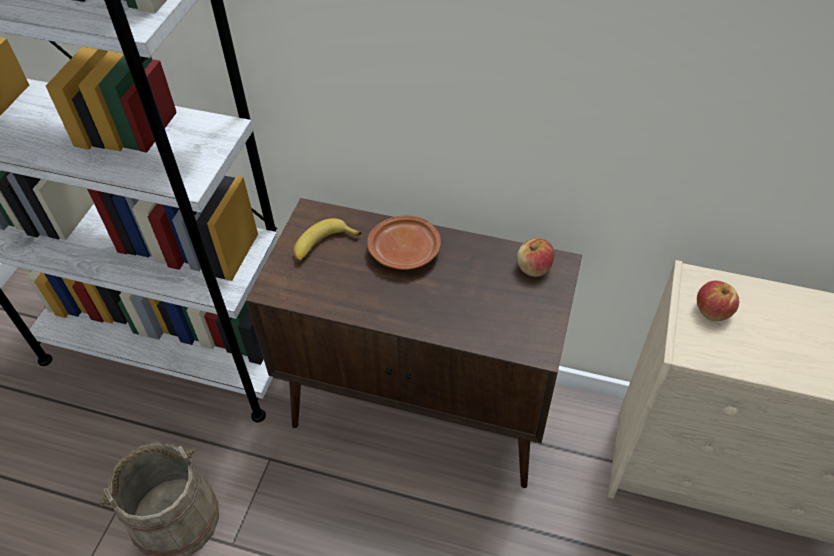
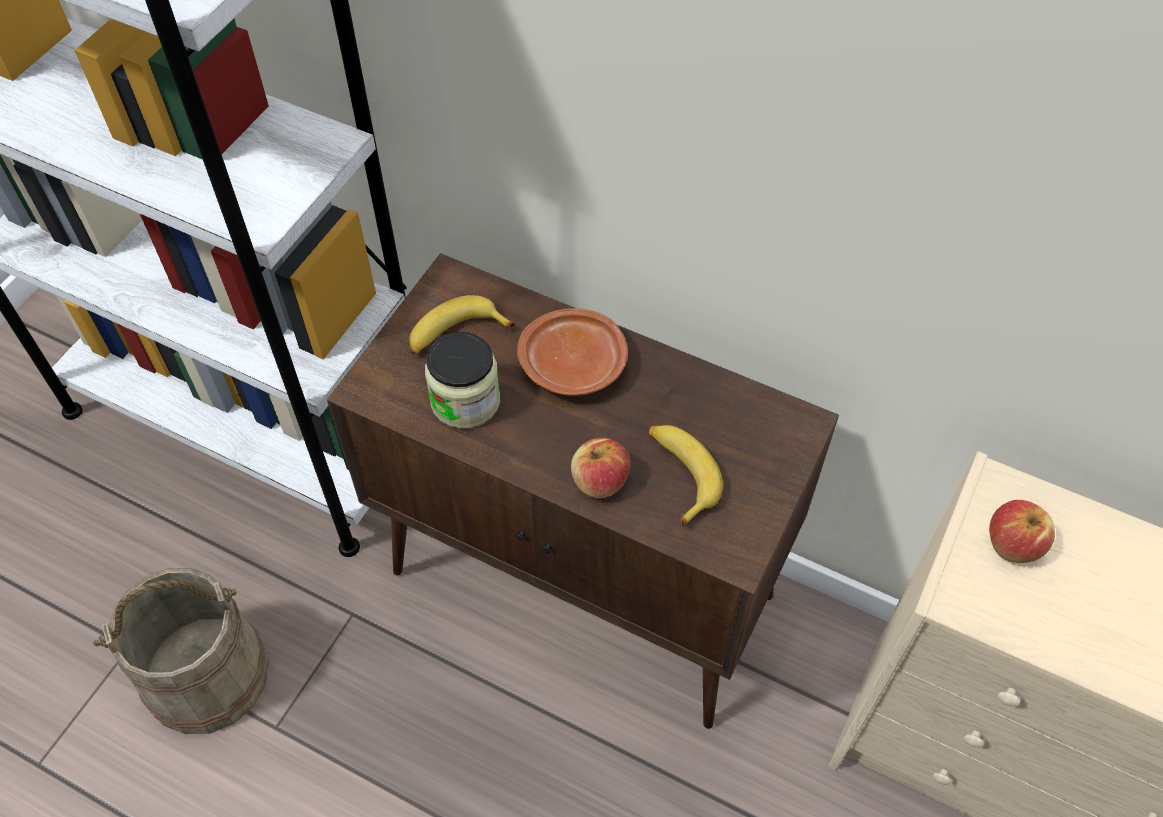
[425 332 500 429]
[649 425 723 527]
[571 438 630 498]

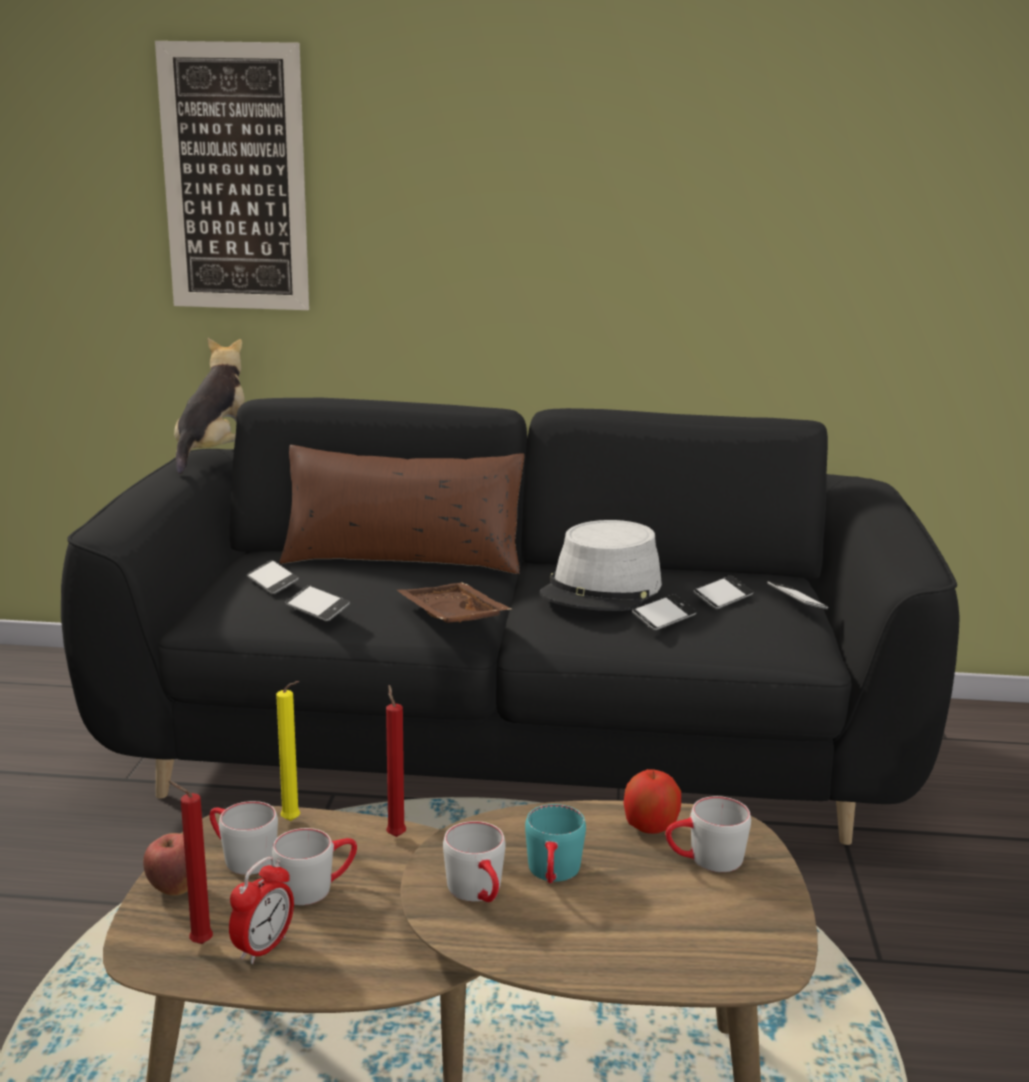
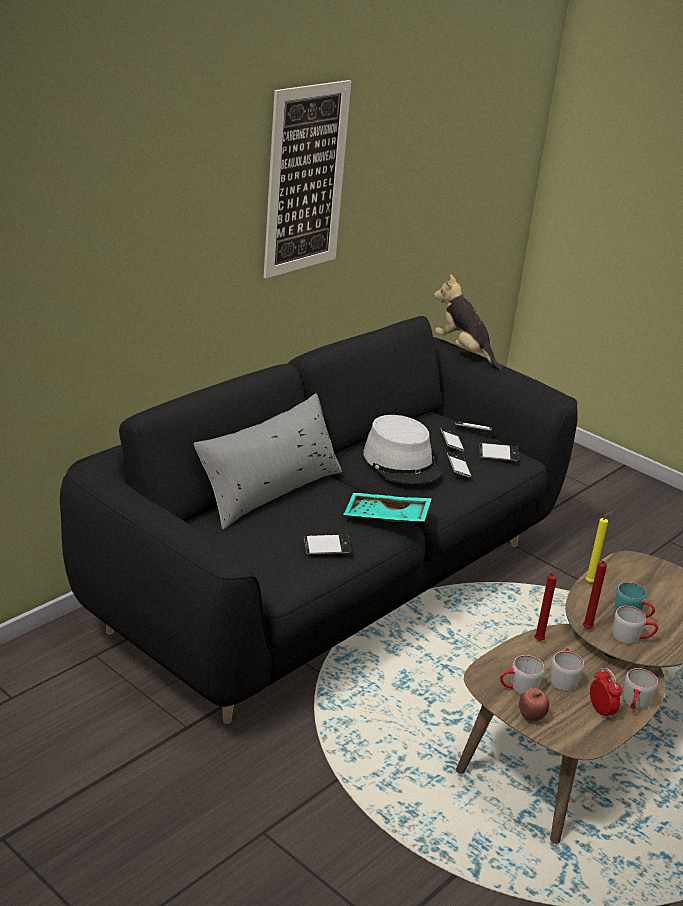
[623 769 681 834] (first image)
[264 80 351 278]
[583 560 607 629]
[434 274 502 370]
[480 443 519 461]
[585 511 612 583]
[623 668 658 709]
[194 393 342 529]
[343 493 432 522]

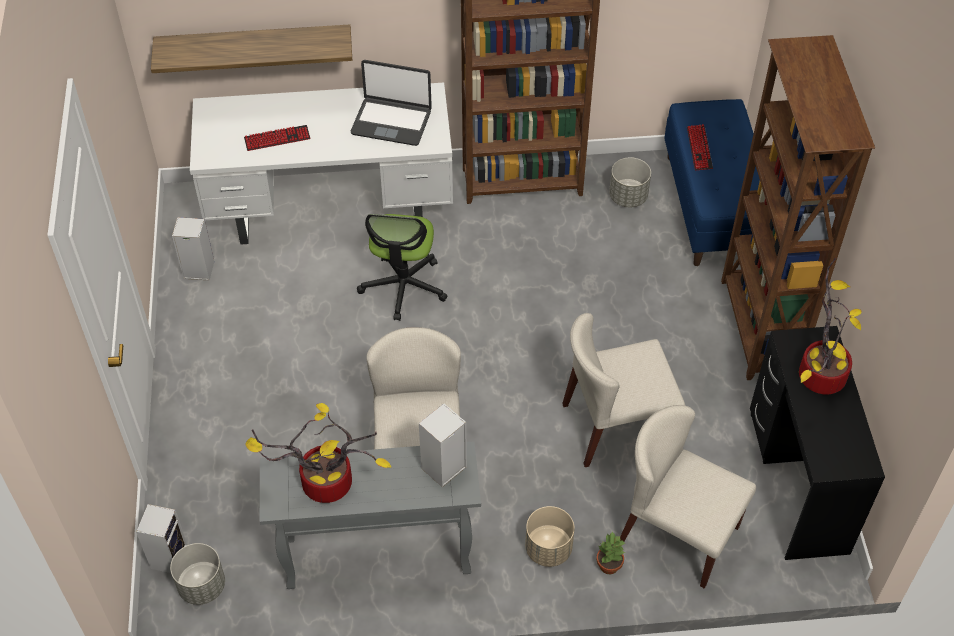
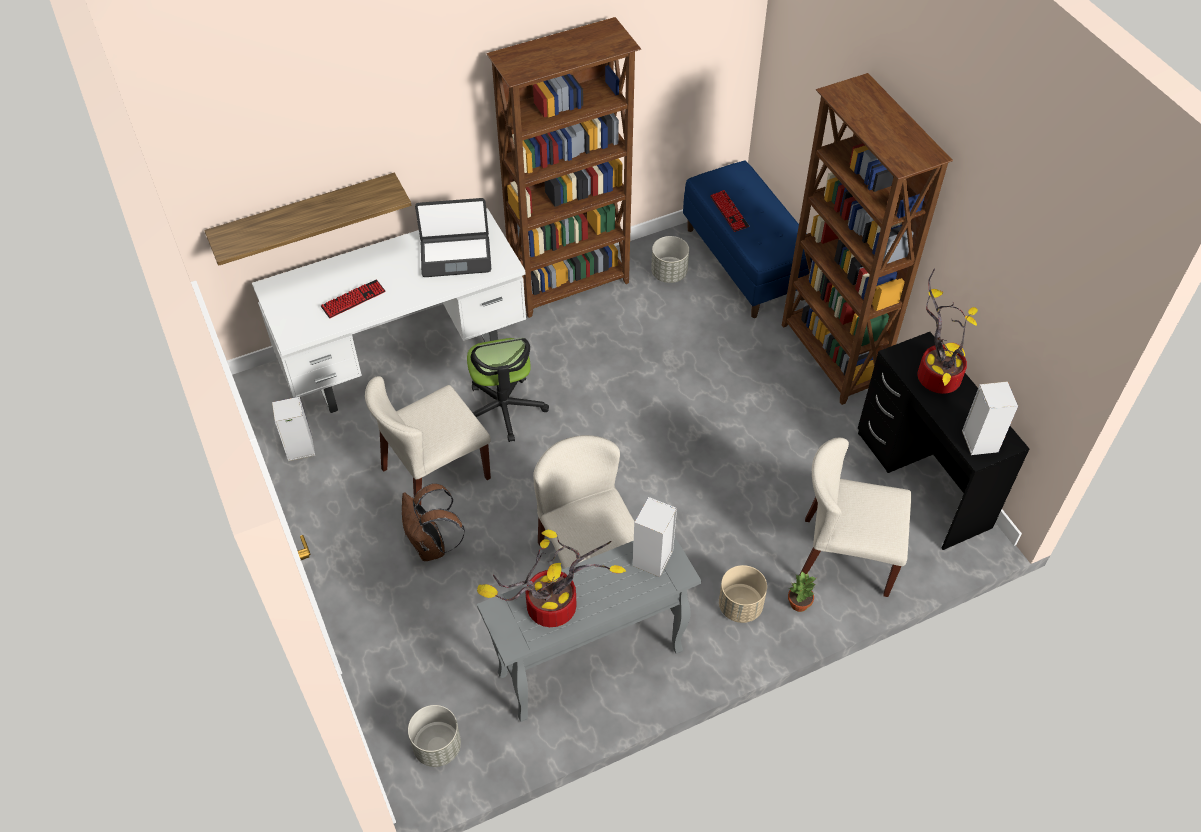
[402 483 465 561]
[962 381 1018 455]
[365 376 491 505]

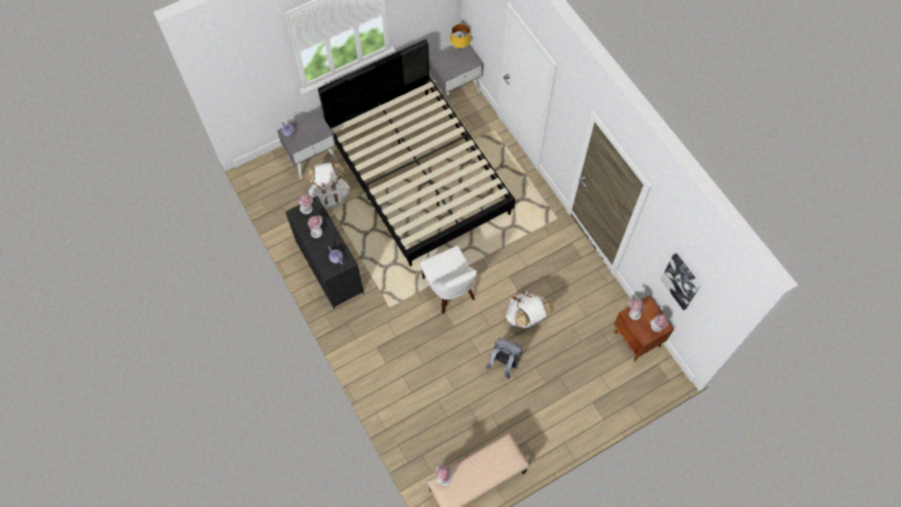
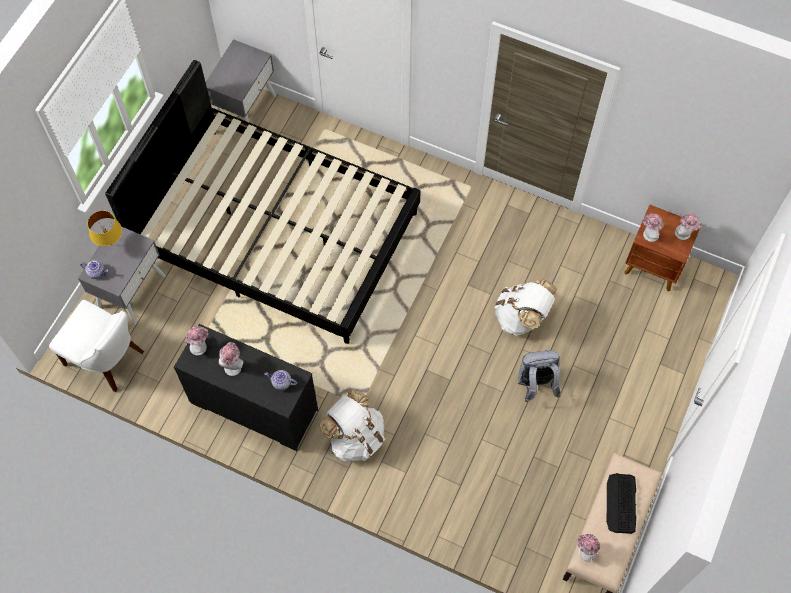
[660 253 701 310] (first image)
[606 473 636 534]
[320 390 385 462]
[49 300 144 392]
[88 210 122 246]

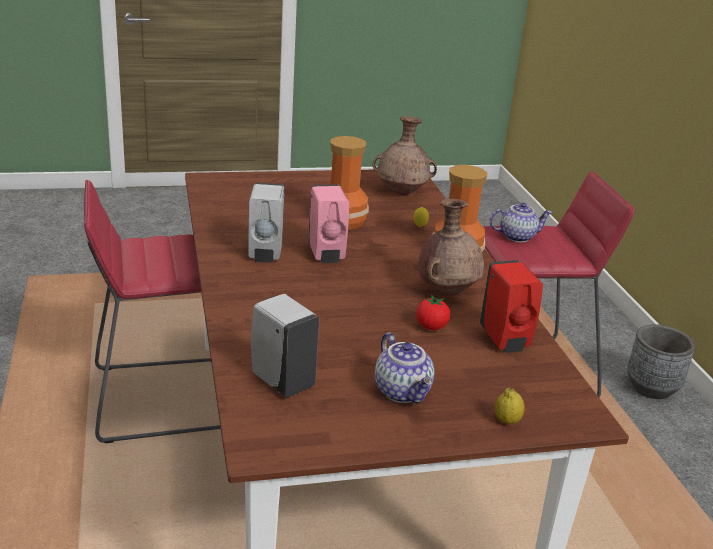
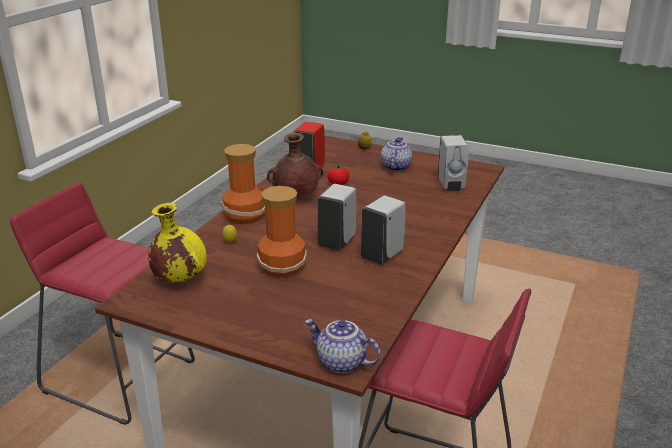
[627 324 695 399] (first image)
[305 319 381 373]
[317 184 357 250]
[148 203 207 282]

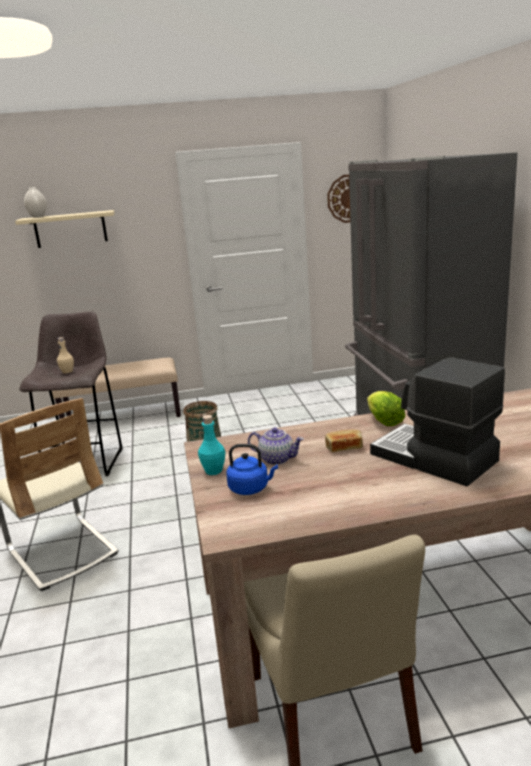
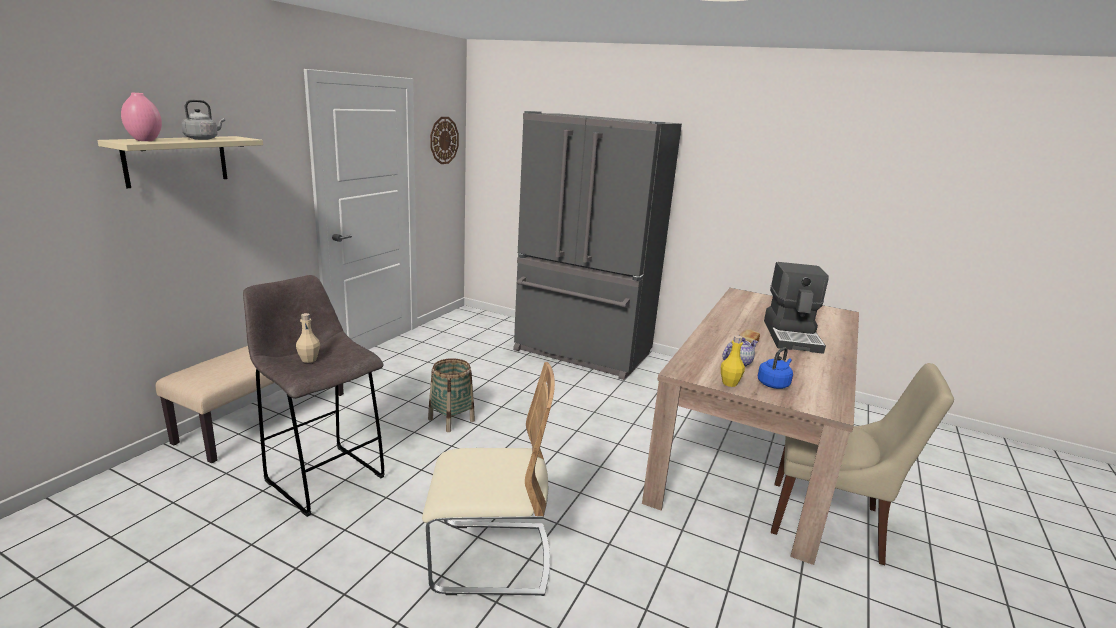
[367 391 406 426] (first image)
[182 100 225 140]
[121 93 162 141]
[721 335 745 387]
[764 262 829 354]

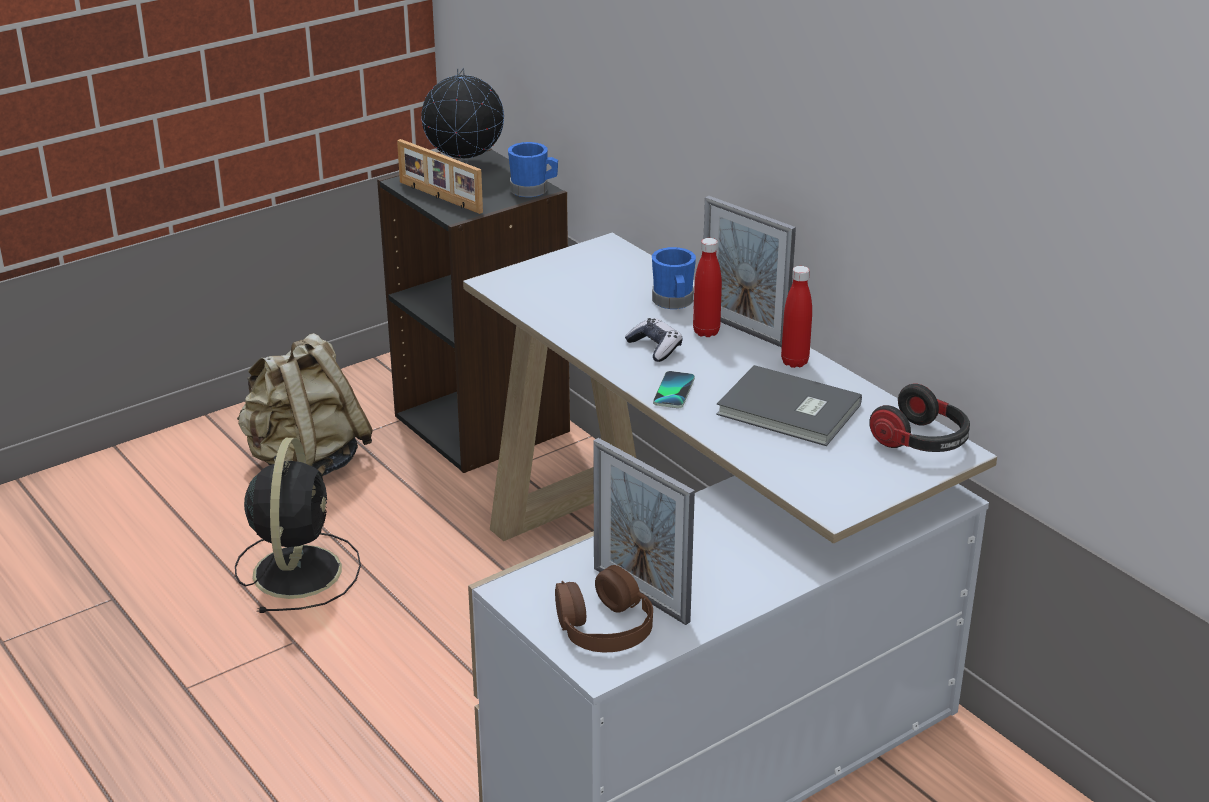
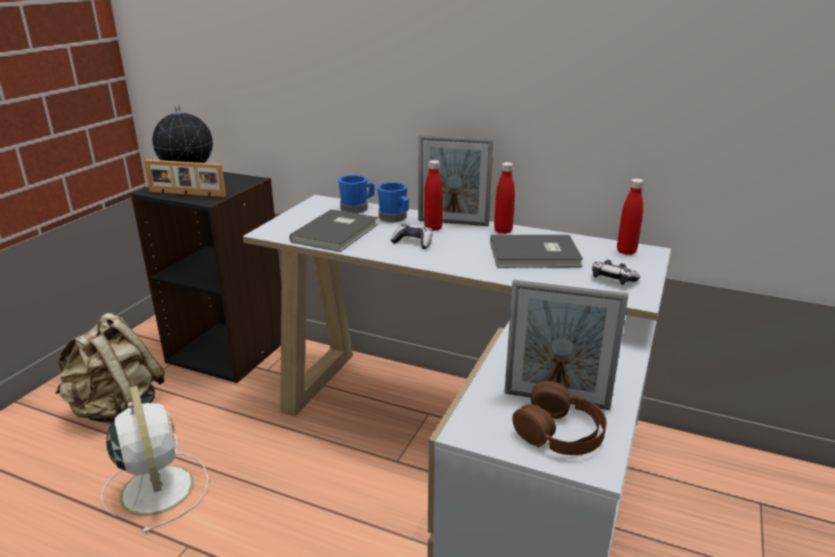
[653 371 695 408] (first image)
[289 209 378 252]
[592 260 640 285]
[338 175 375 214]
[617 179 644 255]
[101 386 209 533]

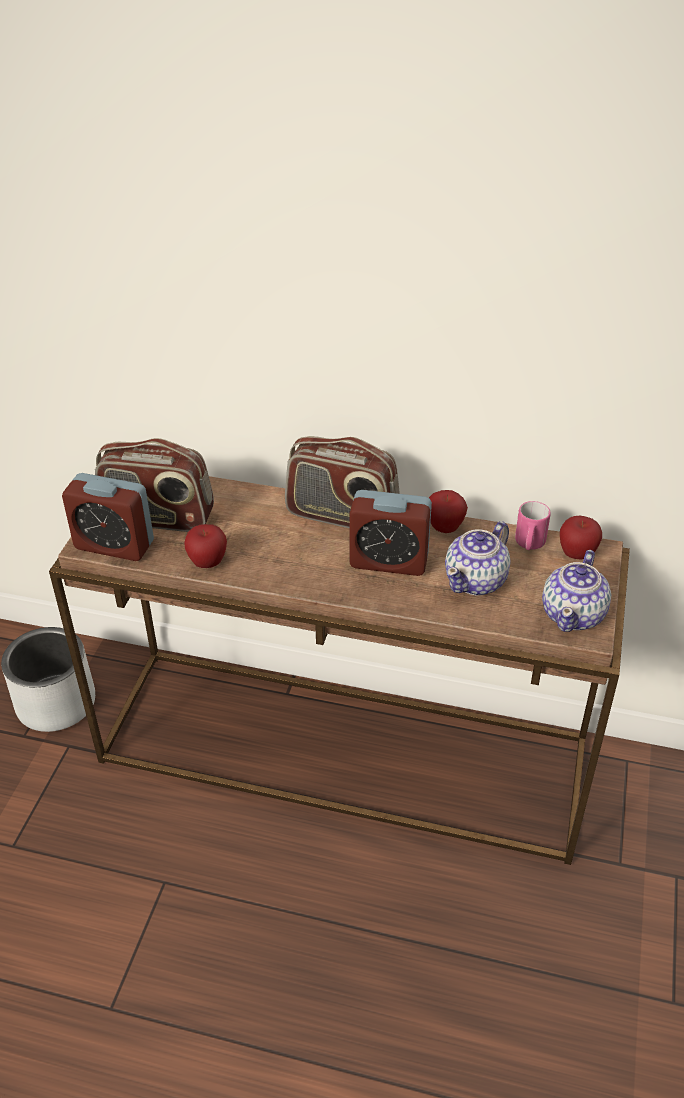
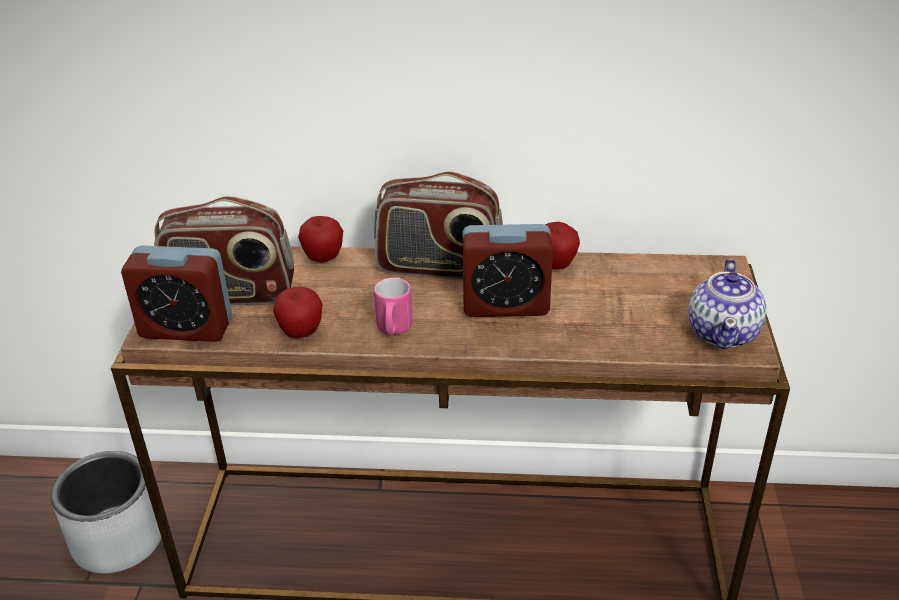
[445 521 511 595] (first image)
[374 277 413 335]
[298 216 343 262]

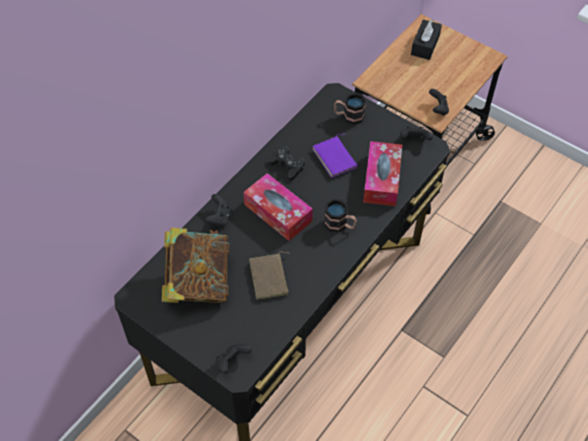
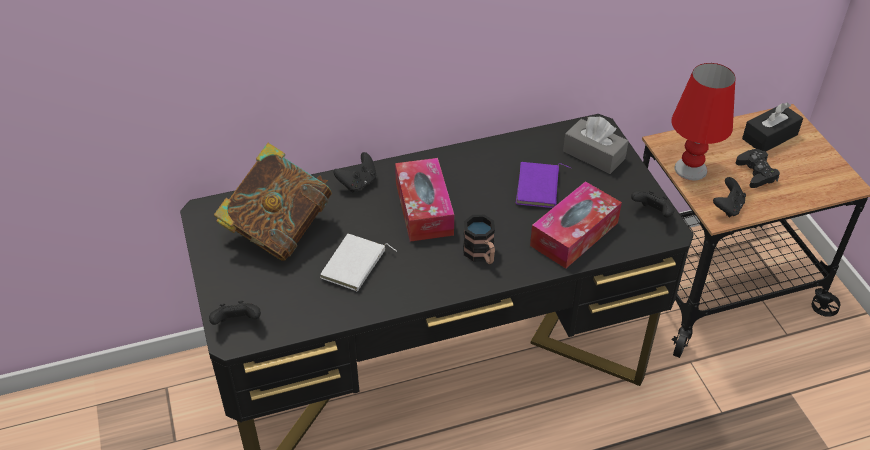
[671 63 735 180]
[736 149 780 188]
[563 117 629 174]
[320 234 397 291]

